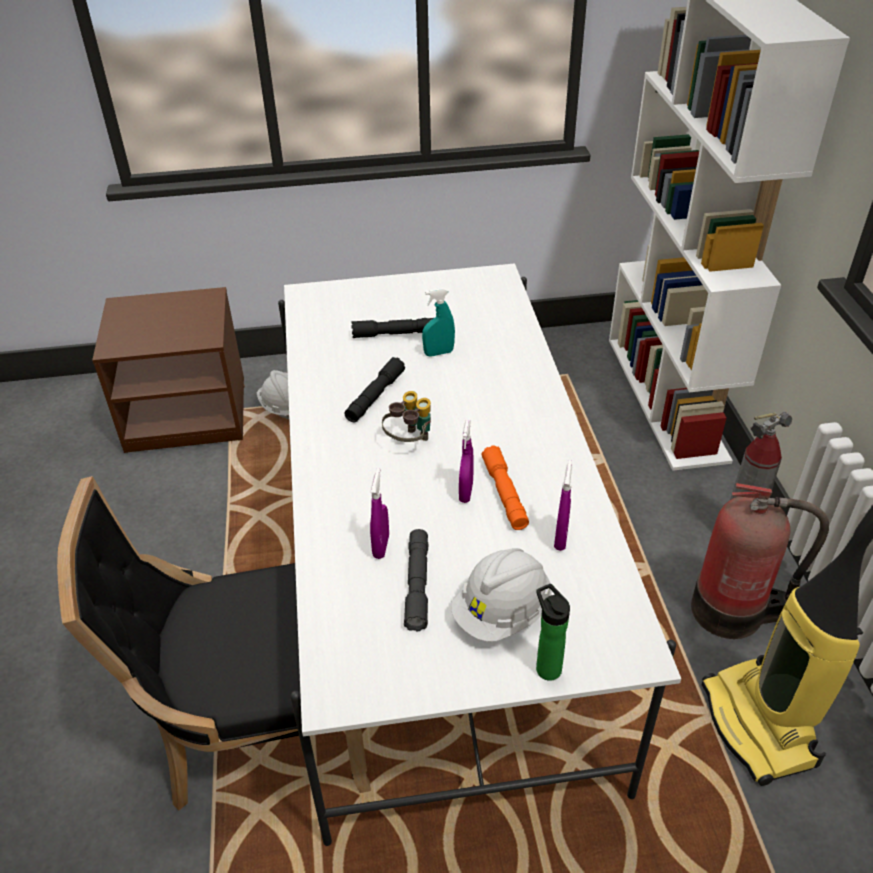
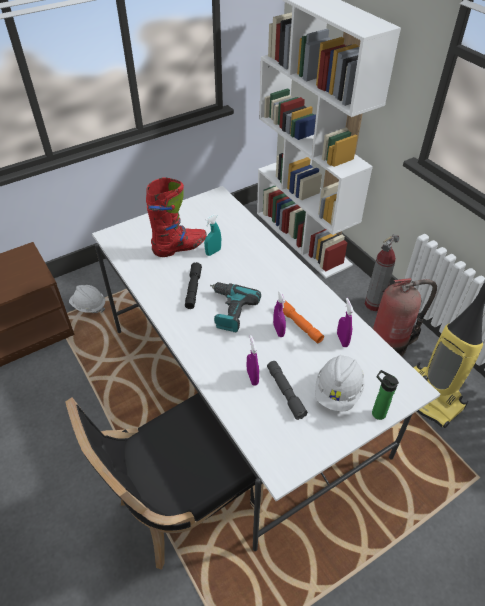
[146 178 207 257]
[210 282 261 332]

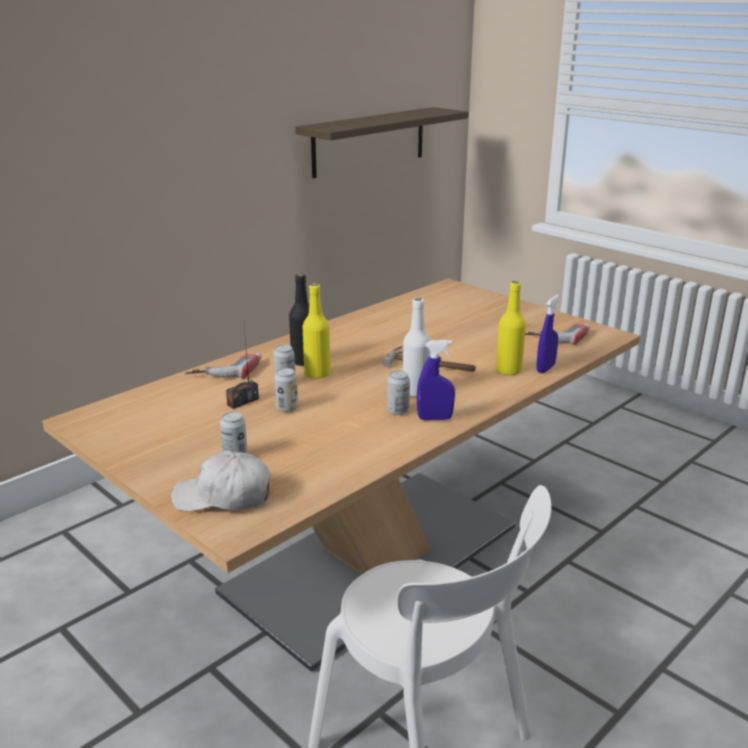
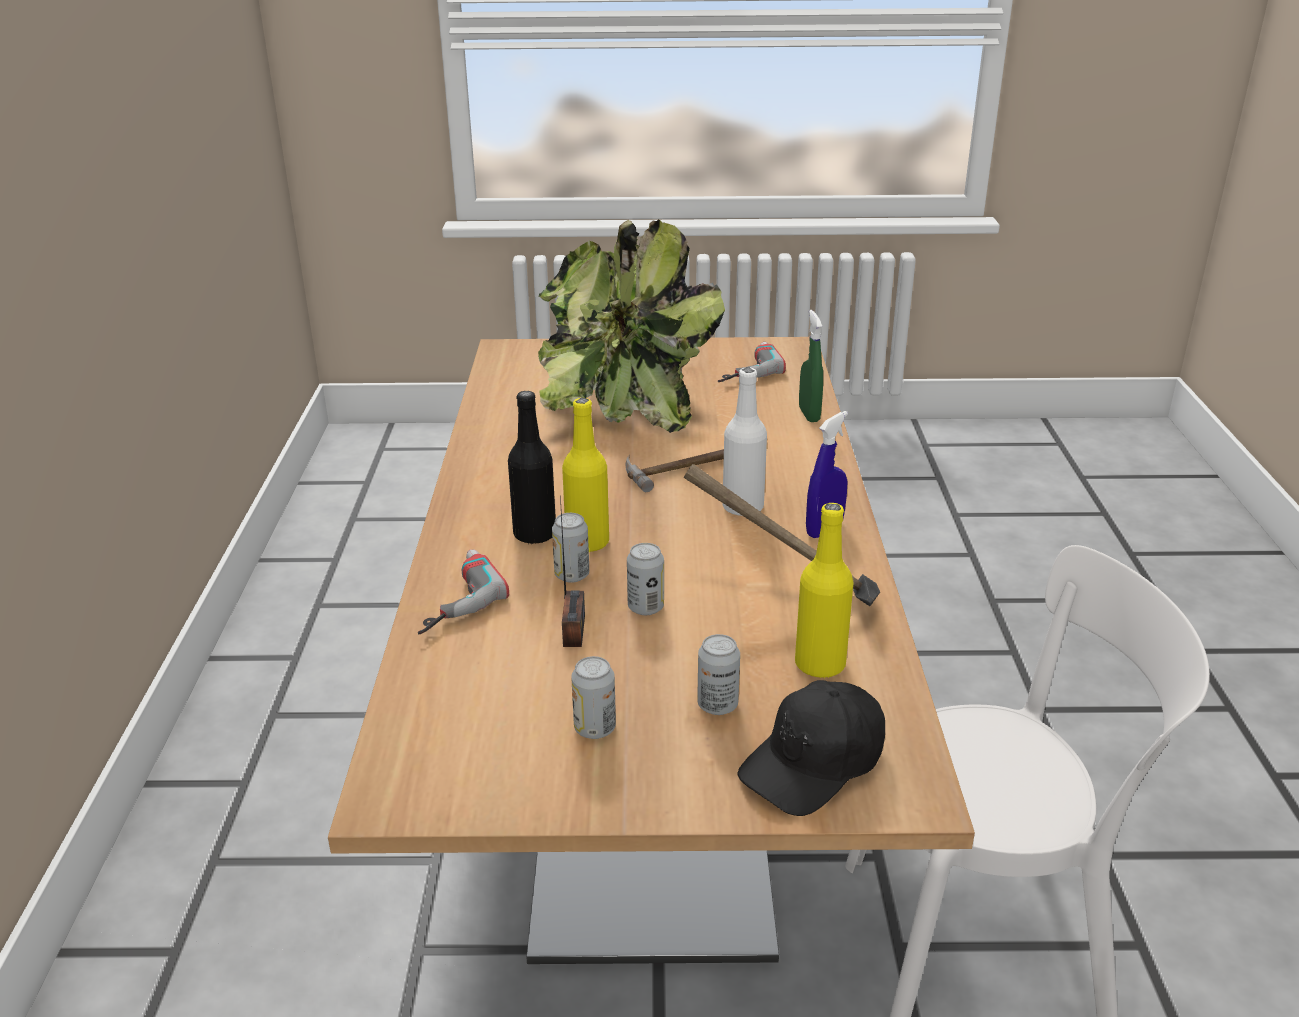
[295 107 469 178] (first image)
[538 219 725 433]
[684 464 880 606]
[571 656 616 739]
[795 503 854 679]
[737 680 885 816]
[799 310 823 422]

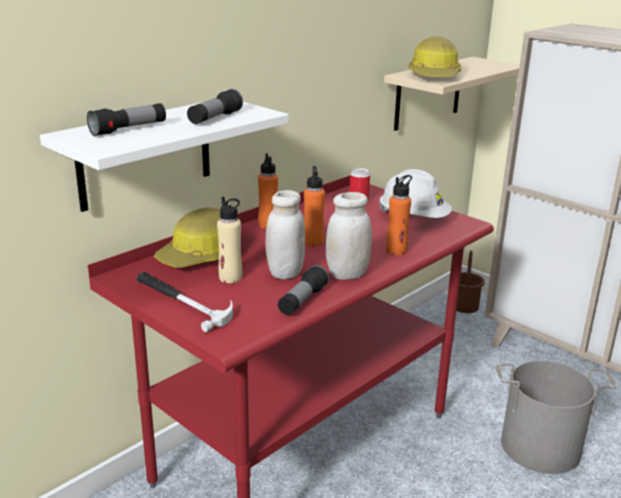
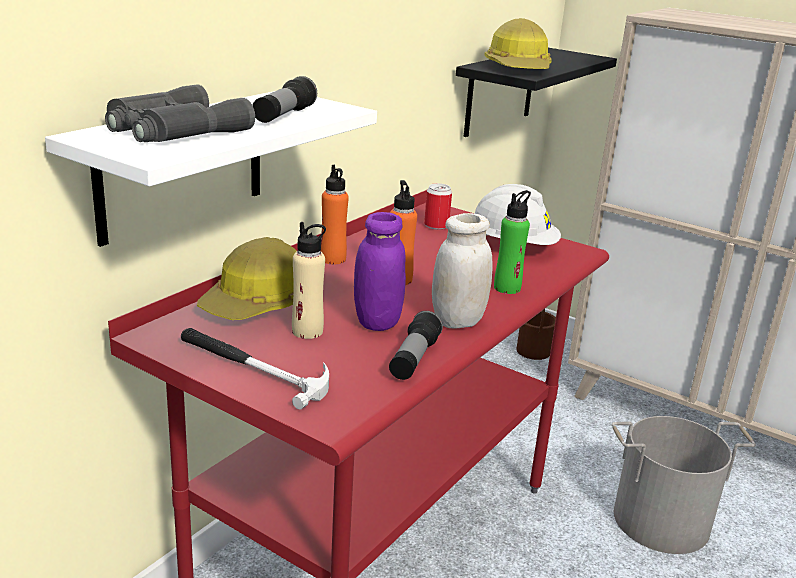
[105 85 255 142]
[354 212 406 331]
[456 48 617 137]
[494 190 531 294]

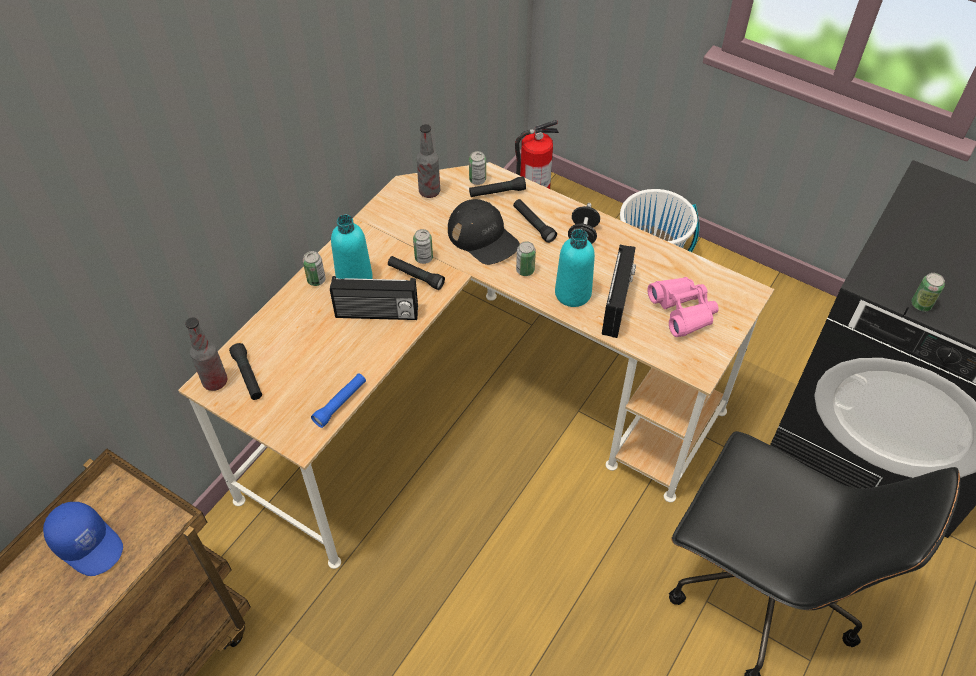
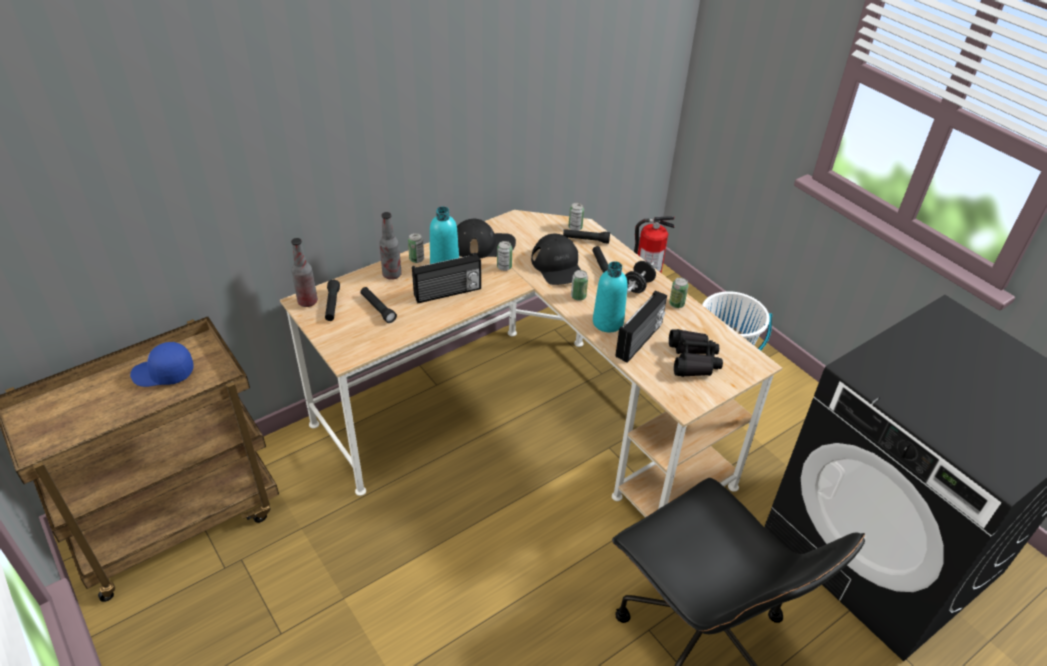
[311 373 366 428] (first image)
[457 218 516 259]
[360 287 397 323]
[379 212 402 280]
[669 277 688 308]
[669 329 723 377]
[130 342 194 387]
[412 253 481 303]

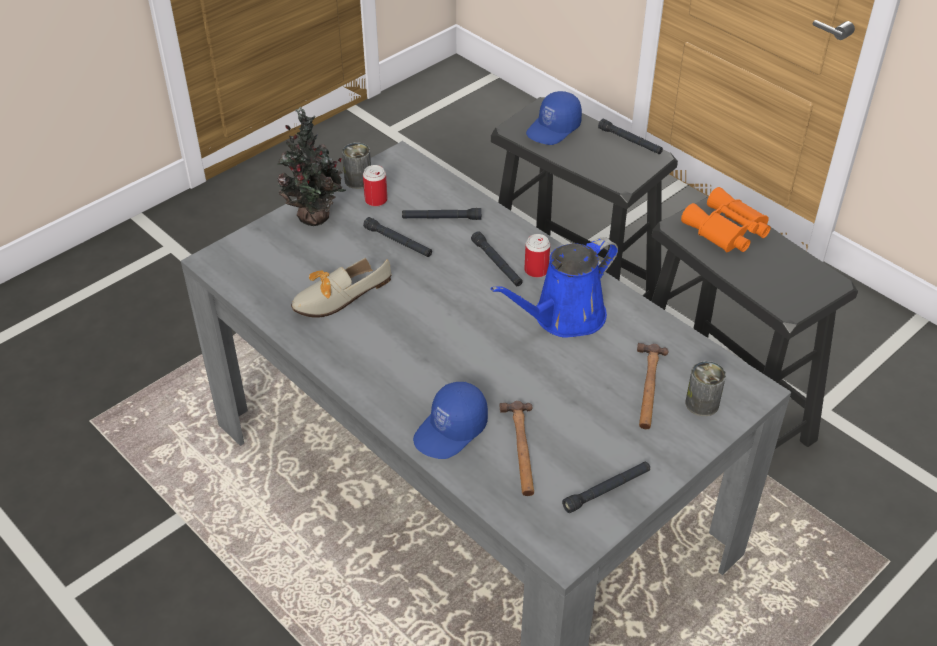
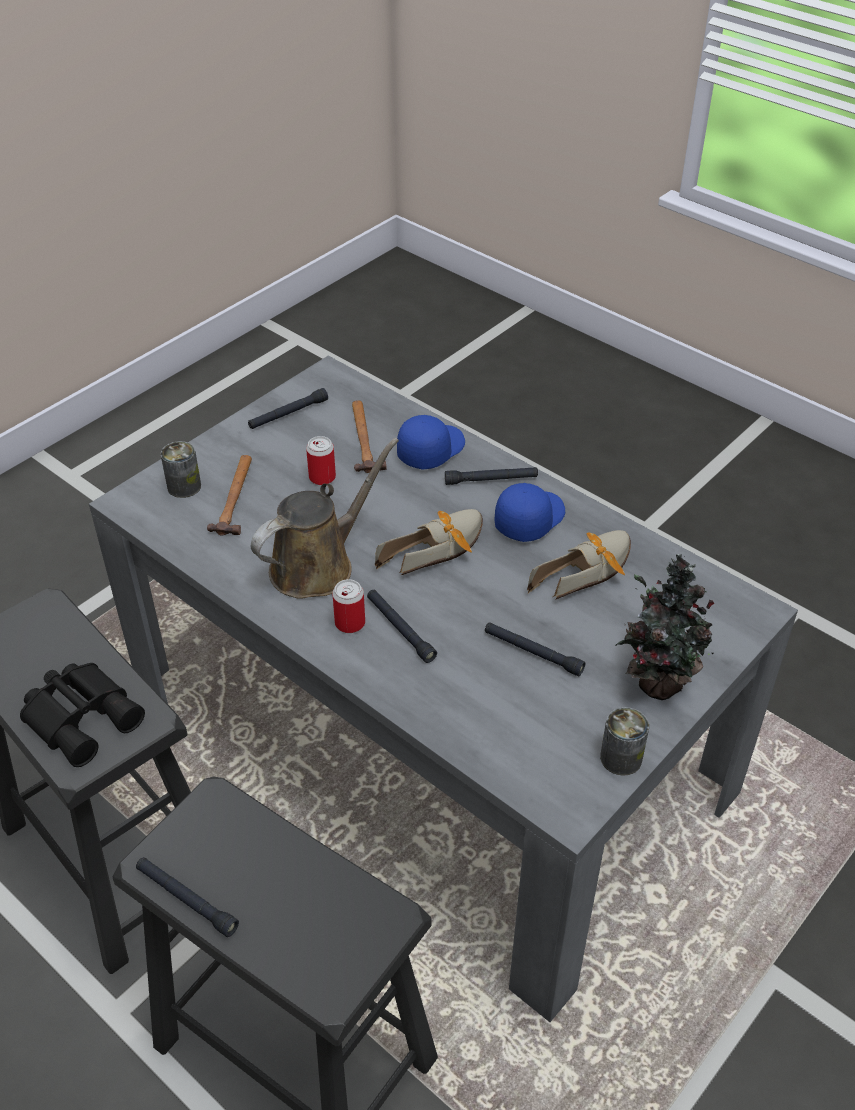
[375 509 483 575]
[306 436 336 485]
[445 467 538 485]
[495 483 565 542]
[251 438 399 599]
[20 663 145 767]

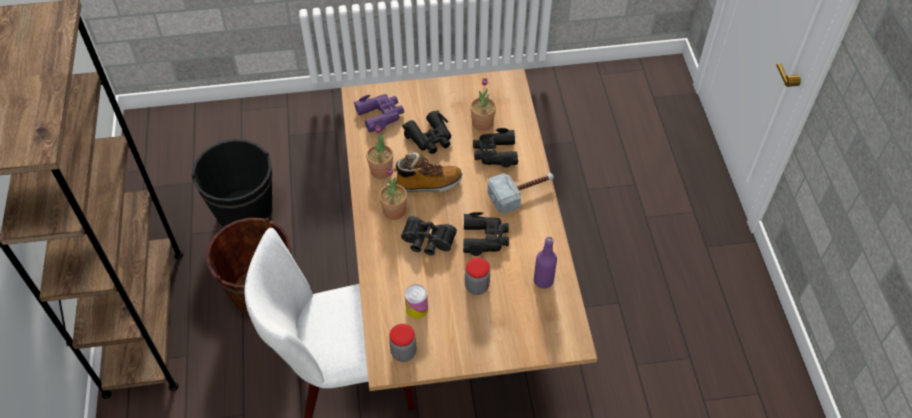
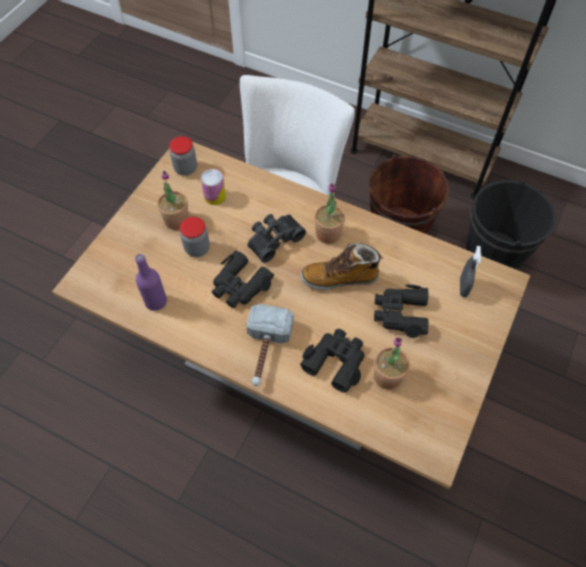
[157 170 189 230]
[460 246 481 297]
[301 243 383 290]

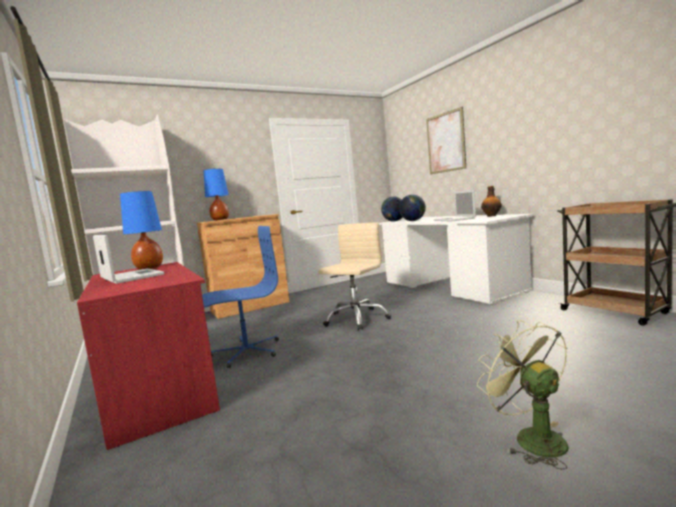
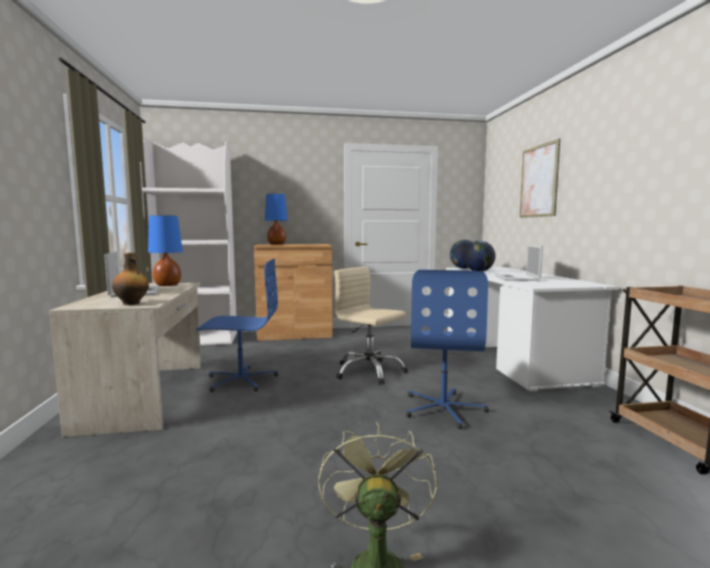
[406 270 489 429]
[112 253 149 305]
[49 283 201 437]
[334 267 408 385]

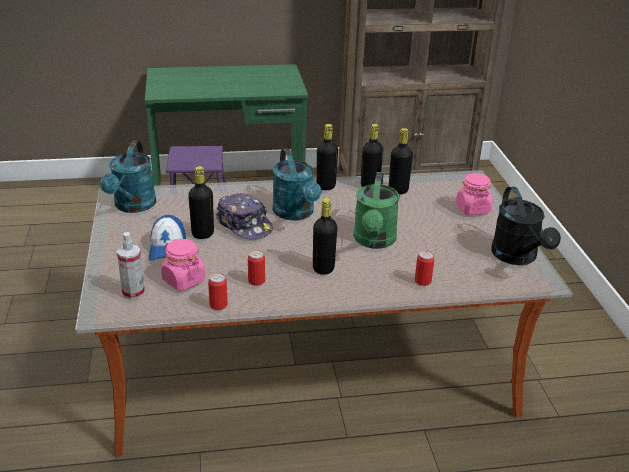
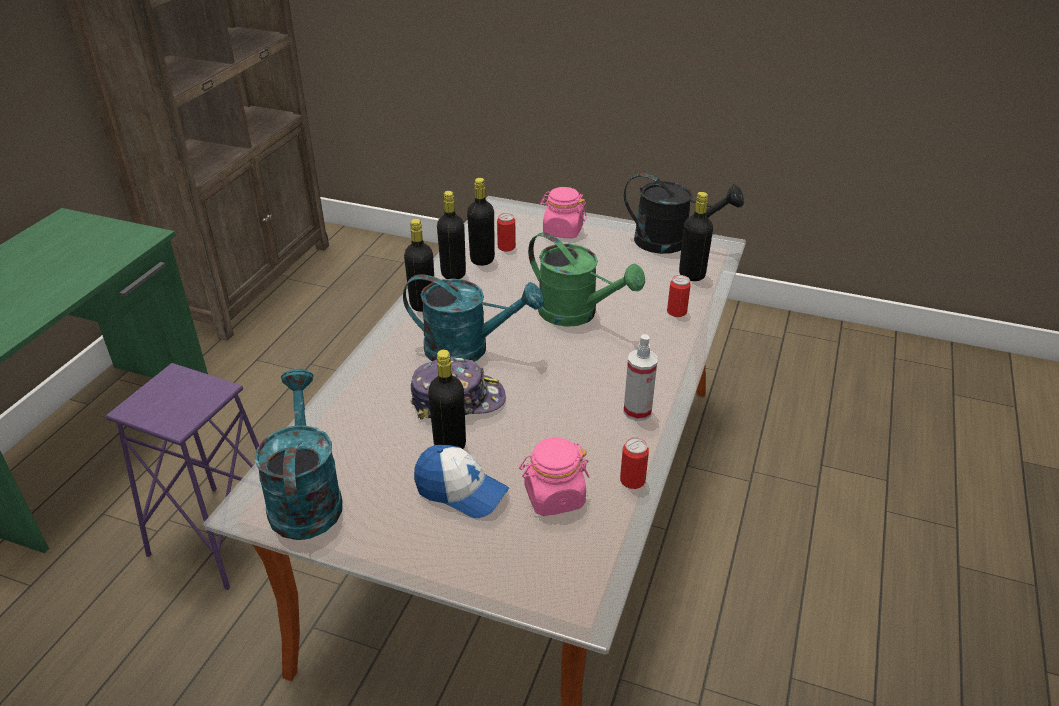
[623 334 658 421]
[497 213 516 251]
[679 192 713 281]
[255 369 342 540]

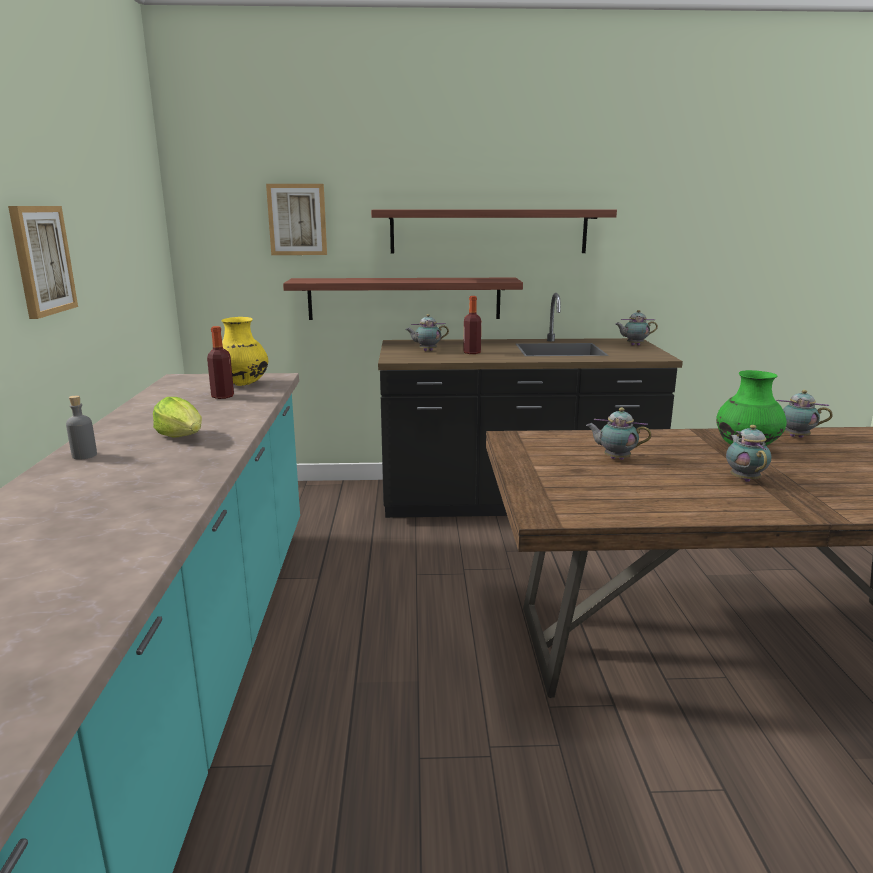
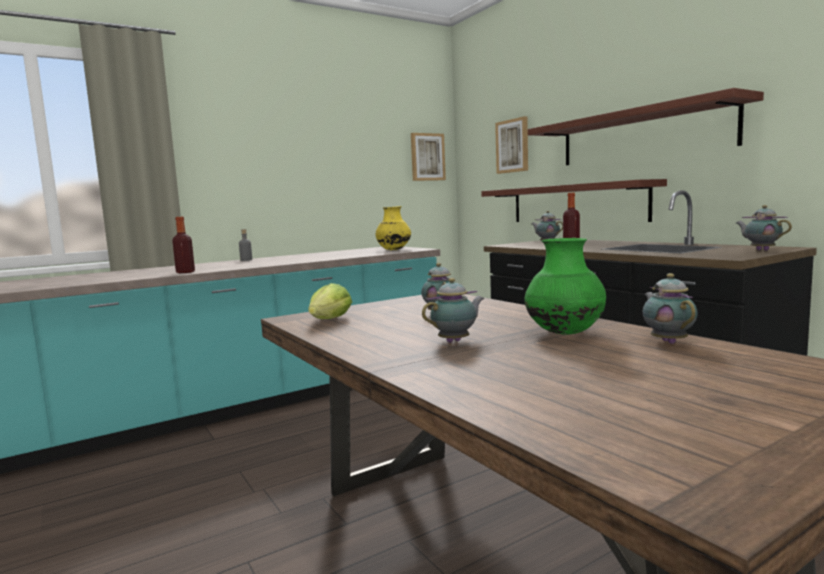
[411 133 446 181]
[308 283 352 319]
[172 217 195 273]

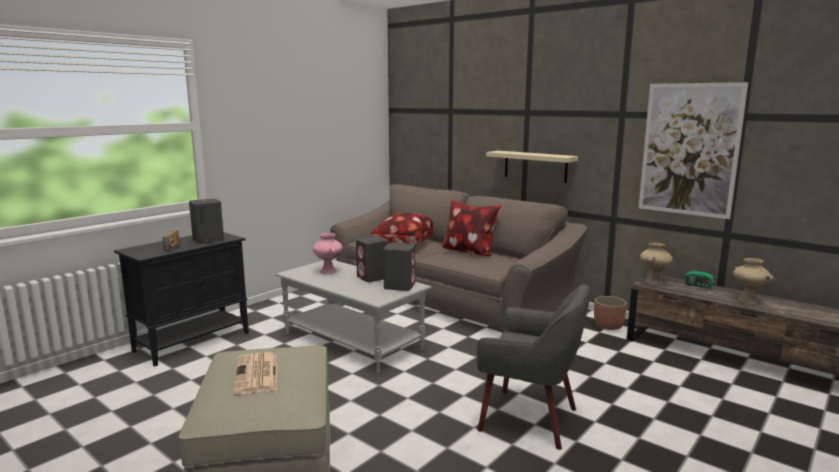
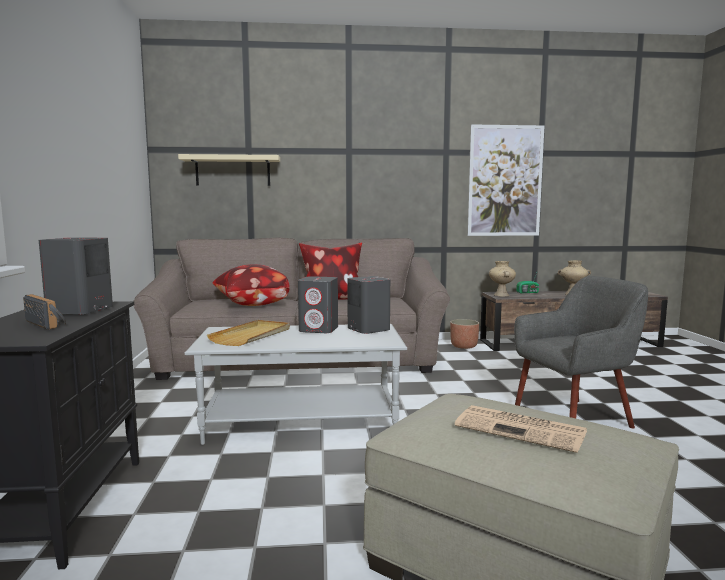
[178 154 280 186]
[207 320 290 346]

